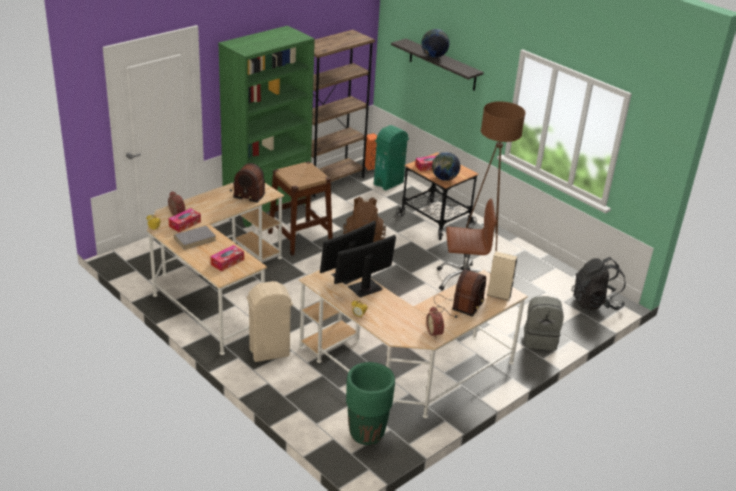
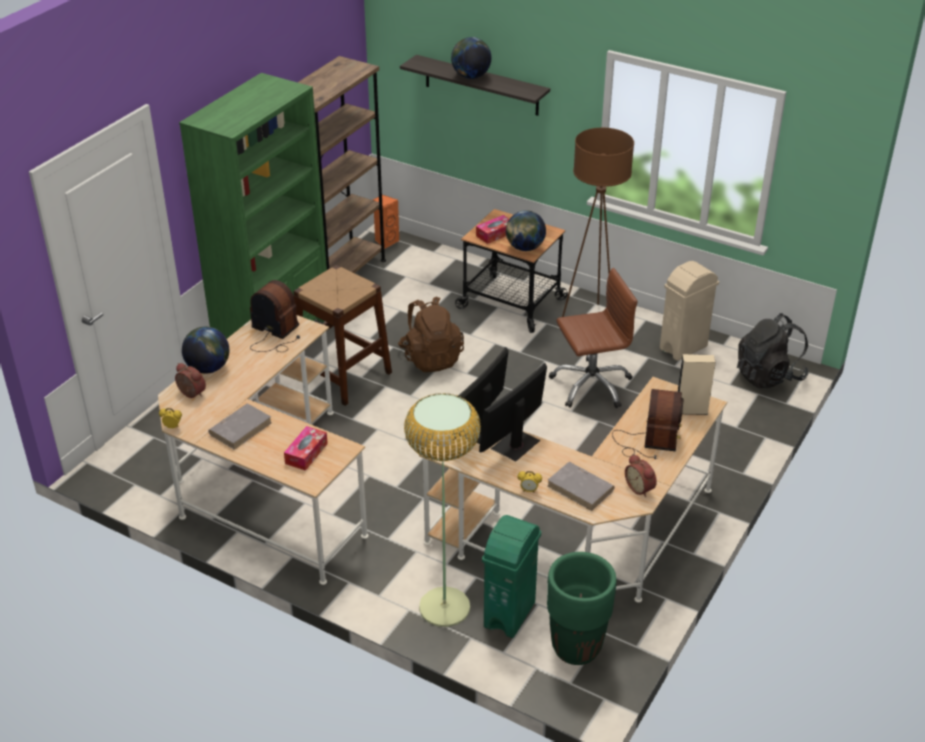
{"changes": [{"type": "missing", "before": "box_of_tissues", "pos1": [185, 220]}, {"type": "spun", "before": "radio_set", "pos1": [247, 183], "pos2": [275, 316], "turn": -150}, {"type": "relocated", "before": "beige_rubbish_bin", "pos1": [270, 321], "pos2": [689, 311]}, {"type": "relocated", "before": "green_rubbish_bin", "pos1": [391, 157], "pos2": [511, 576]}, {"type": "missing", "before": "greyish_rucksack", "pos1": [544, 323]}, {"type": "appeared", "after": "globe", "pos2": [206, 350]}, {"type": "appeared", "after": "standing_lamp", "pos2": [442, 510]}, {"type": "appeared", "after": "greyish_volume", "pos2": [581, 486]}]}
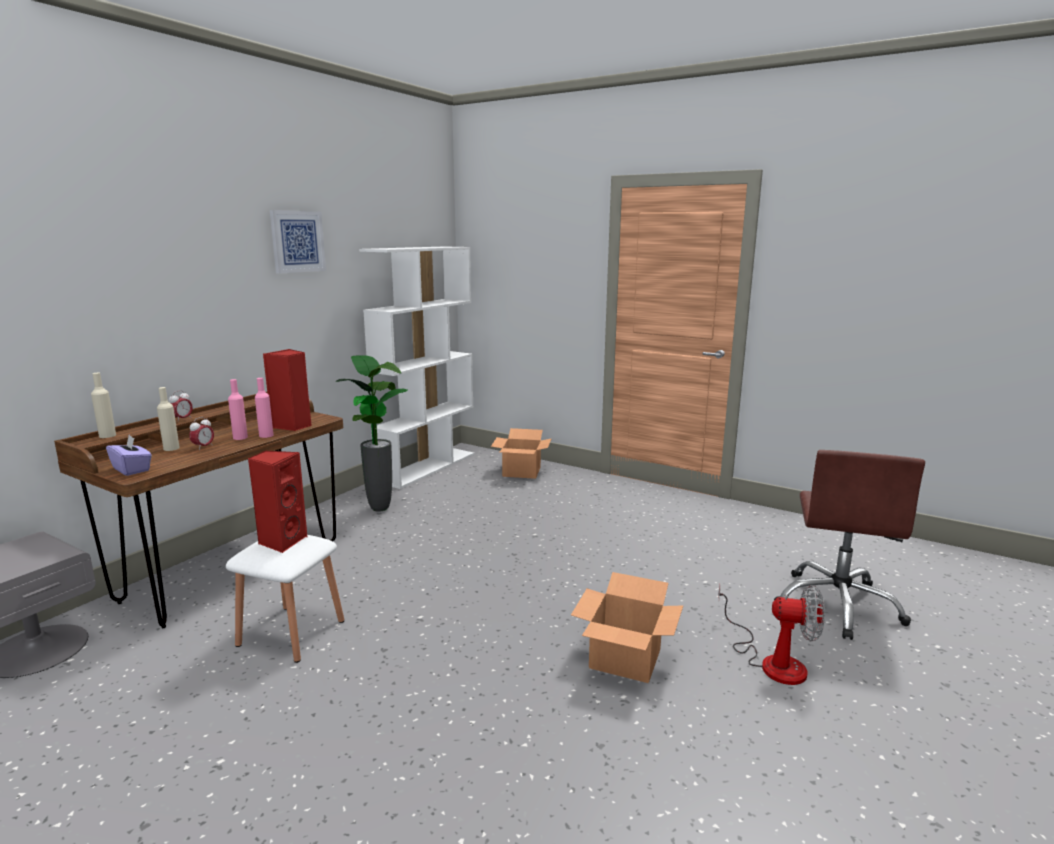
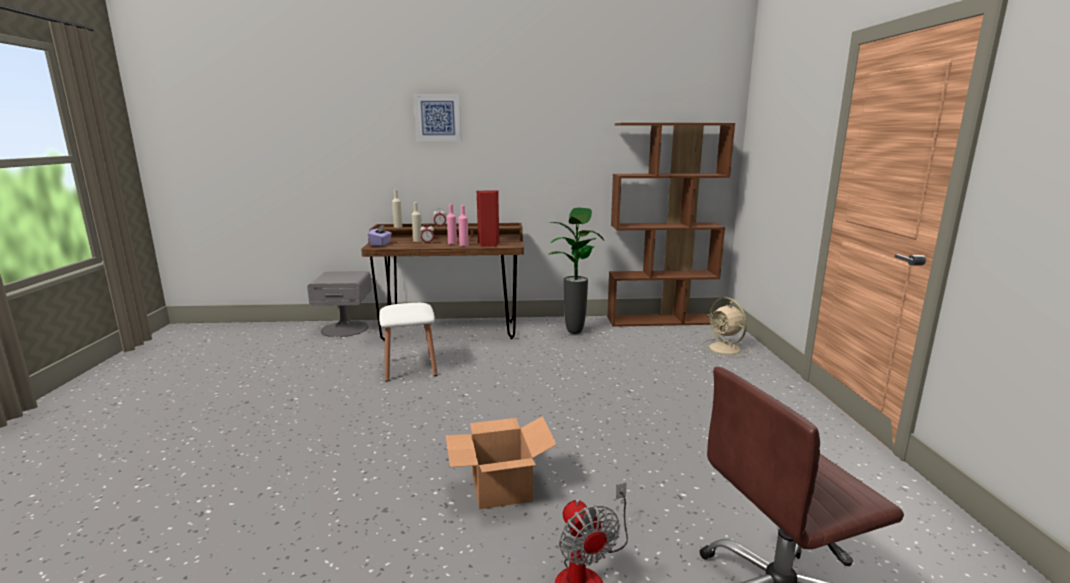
{"changes": [{"type": "missing", "before": "red_audio_speaker", "pos1": [278, 502]}, {"type": "relocated", "before": "wall_art", "pos1": [298, 242], "pos2": [437, 117]}, {"type": "colour", "before": "white_bookcase", "after": "brown_bookcase", "pos1": [416, 367], "pos2": [671, 225]}, {"type": "exchanged", "before": "packing_box", "after": "beige_electric_fan", "pos1": [521, 453], "pos2": [726, 328]}]}
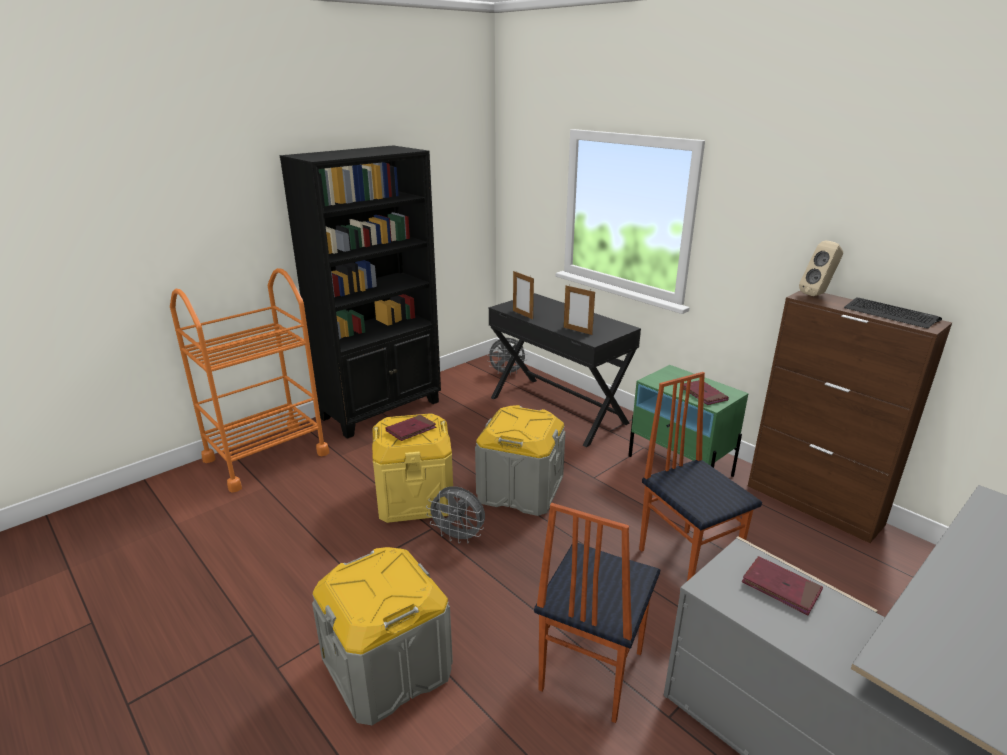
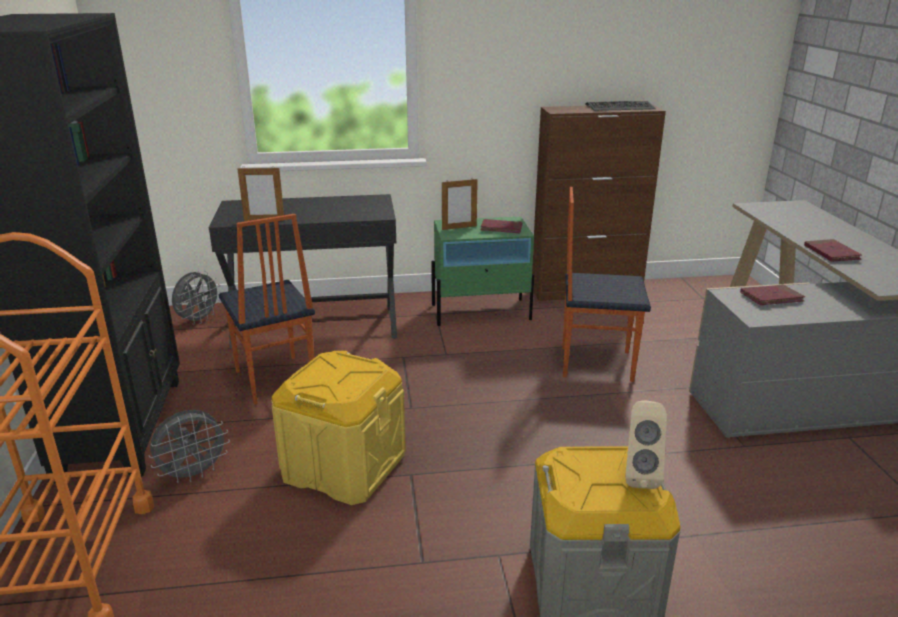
{"changes": [{"type": "relocated", "before": "red_volume", "pos1": [411, 428], "pos2": [833, 250]}, {"type": "relocated", "before": "greyish_electric_fan", "pos1": [455, 515], "pos2": [189, 446]}, {"type": "missing", "before": "greyish_storage_container", "pos1": [520, 460]}, {"type": "relocated", "before": "upright_chair", "pos1": [597, 613], "pos2": [267, 309]}, {"type": "relocated", "before": "photo_frame", "pos1": [579, 310], "pos2": [460, 204]}, {"type": "relocated", "before": "beige_audio_speaker", "pos1": [821, 268], "pos2": [646, 444]}]}
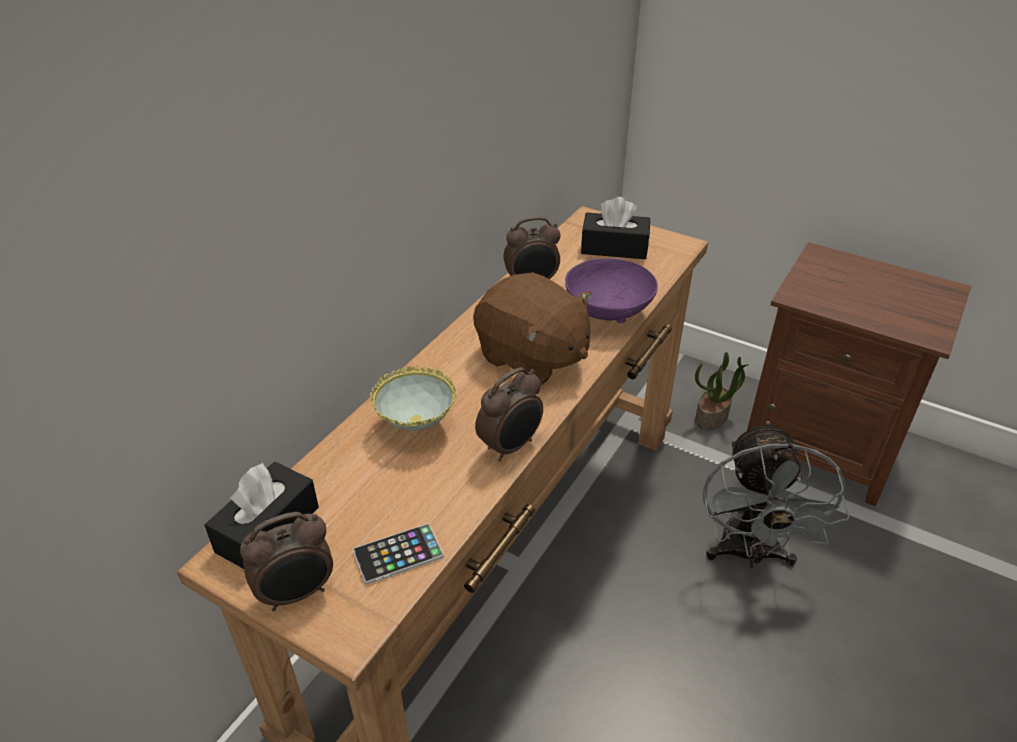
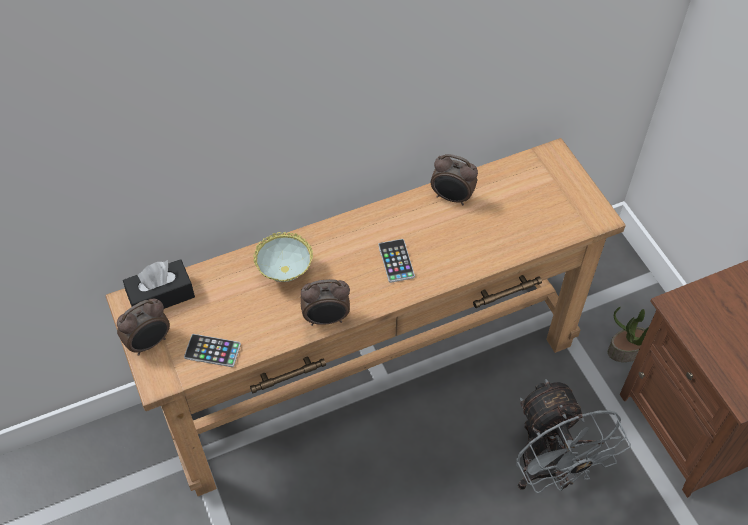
{"changes": [{"type": "spun", "before": "table_clock", "pos1": [286, 561], "pos2": [143, 327], "turn": -45}, {"type": "exchanged", "before": "brown_soft_toy", "after": "phone", "pos1": [532, 329], "pos2": [396, 261]}, {"type": "missing", "before": "purple_bowl", "pos1": [611, 290]}, {"type": "missing", "before": "black-coloured_box_of_tissues", "pos1": [615, 228]}, {"type": "spun", "before": "greyish_electric_fan", "pos1": [776, 494], "pos2": [573, 436], "turn": -60}]}
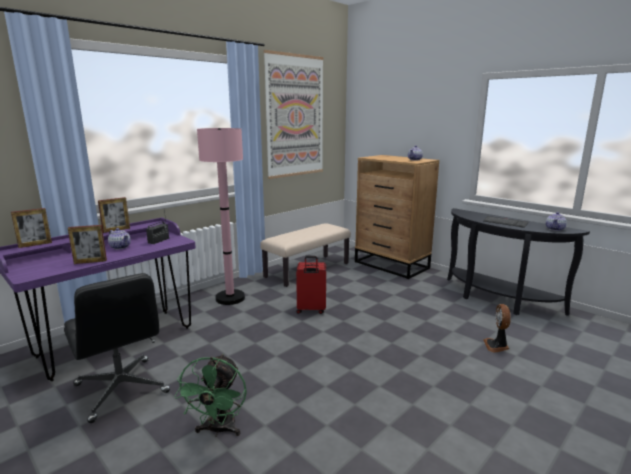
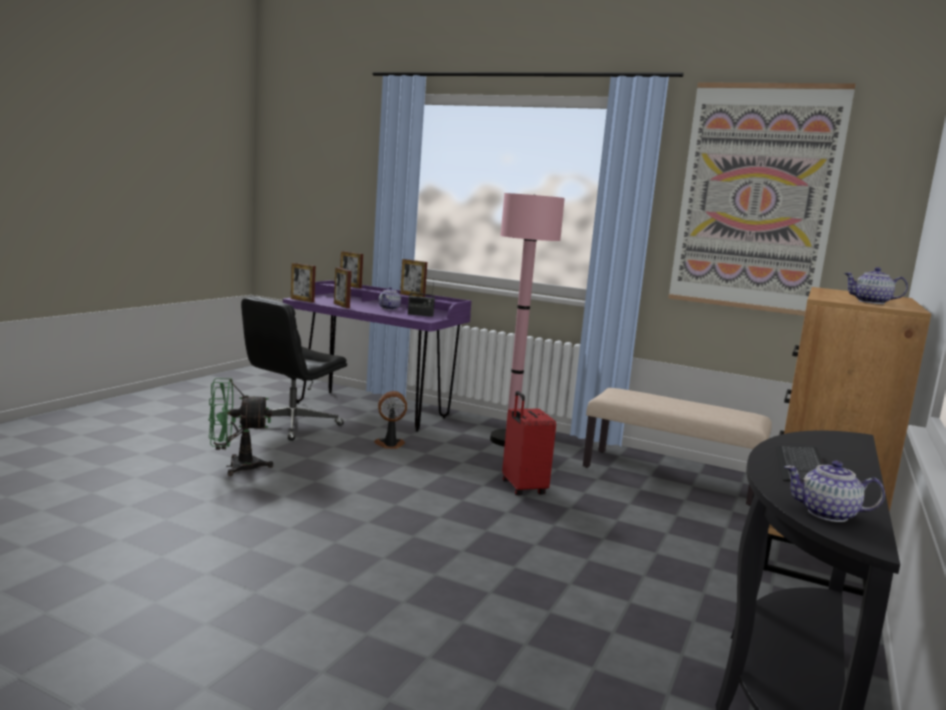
{"changes": [{"type": "relocated", "before": "electric_fan", "pos1": [497, 328], "pos2": [390, 420]}, {"type": "appeared", "after": "photo_frame", "pos2": [303, 283]}]}
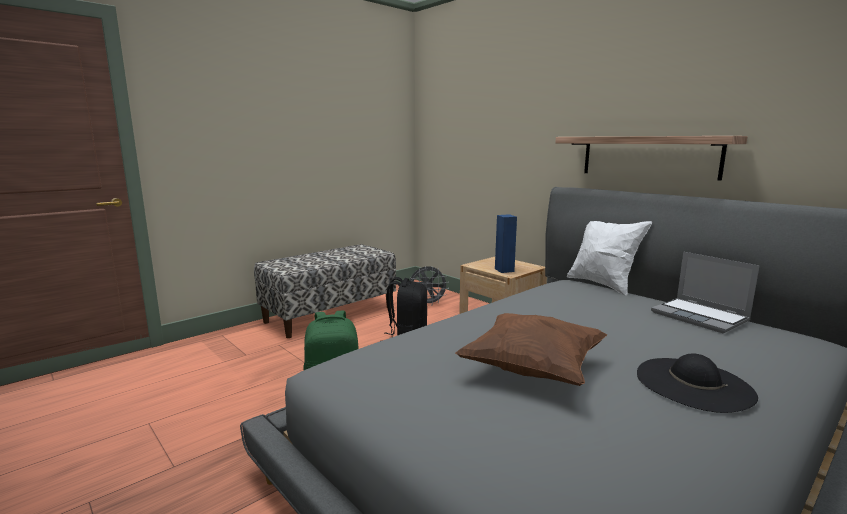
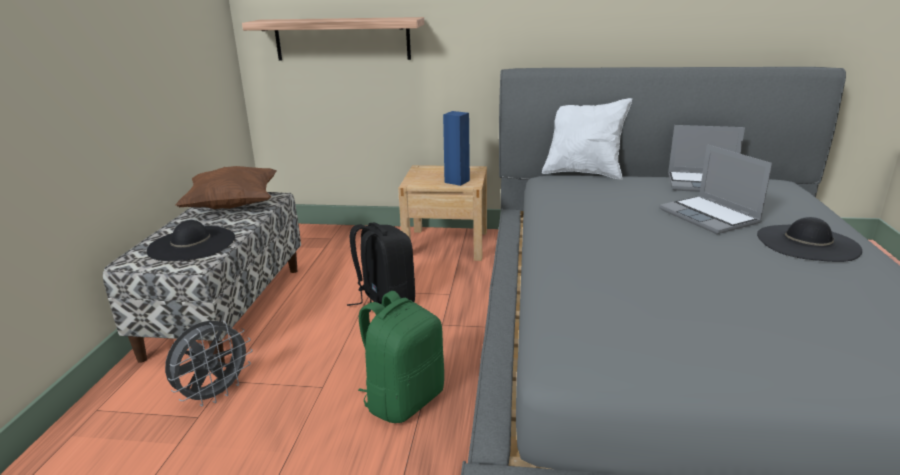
{"changes": [{"type": "relocated", "before": "greyish_electric_fan", "pos1": [429, 284], "pos2": [209, 363]}, {"type": "relocated", "before": "brown_cushion", "pos1": [531, 349], "pos2": [226, 187]}, {"type": "relocated", "before": "shelf", "pos1": [651, 158], "pos2": [333, 39]}, {"type": "appeared", "after": "black-coloured_clothing_hat", "pos2": [191, 240]}, {"type": "appeared", "after": "notebook_computer", "pos2": [715, 189]}]}
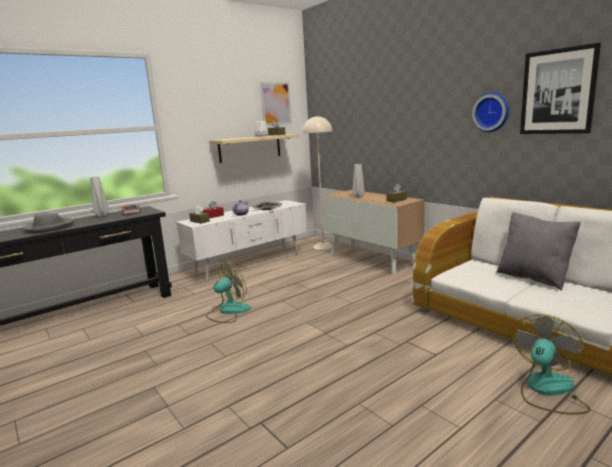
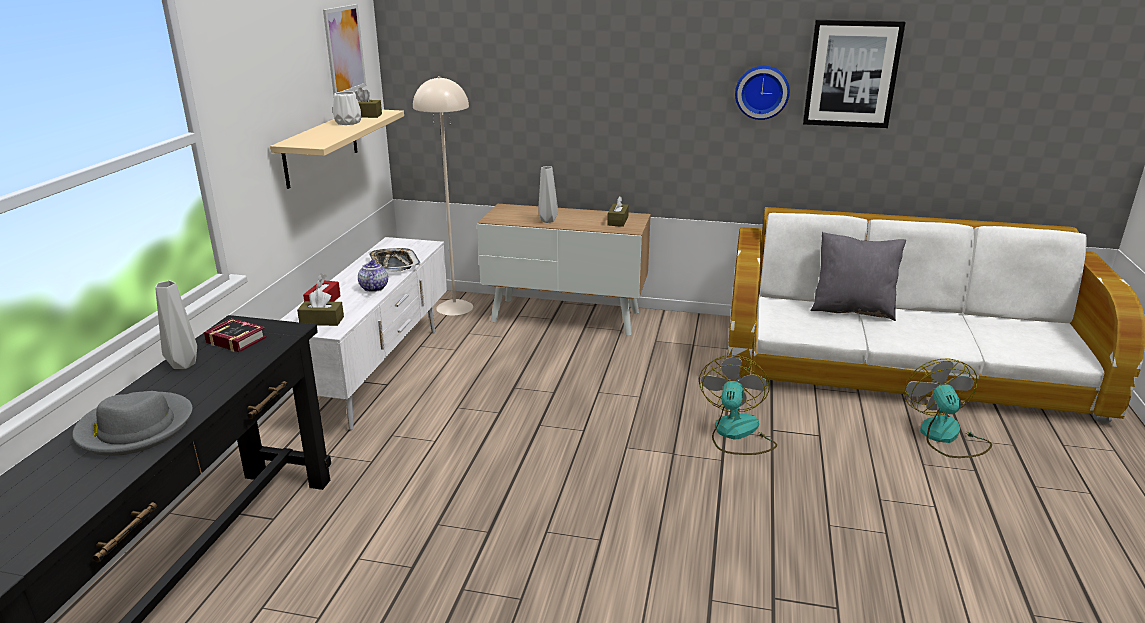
{"changes": [{"type": "relocated", "before": "electric_fan", "pos1": [228, 292], "pos2": [738, 405]}]}
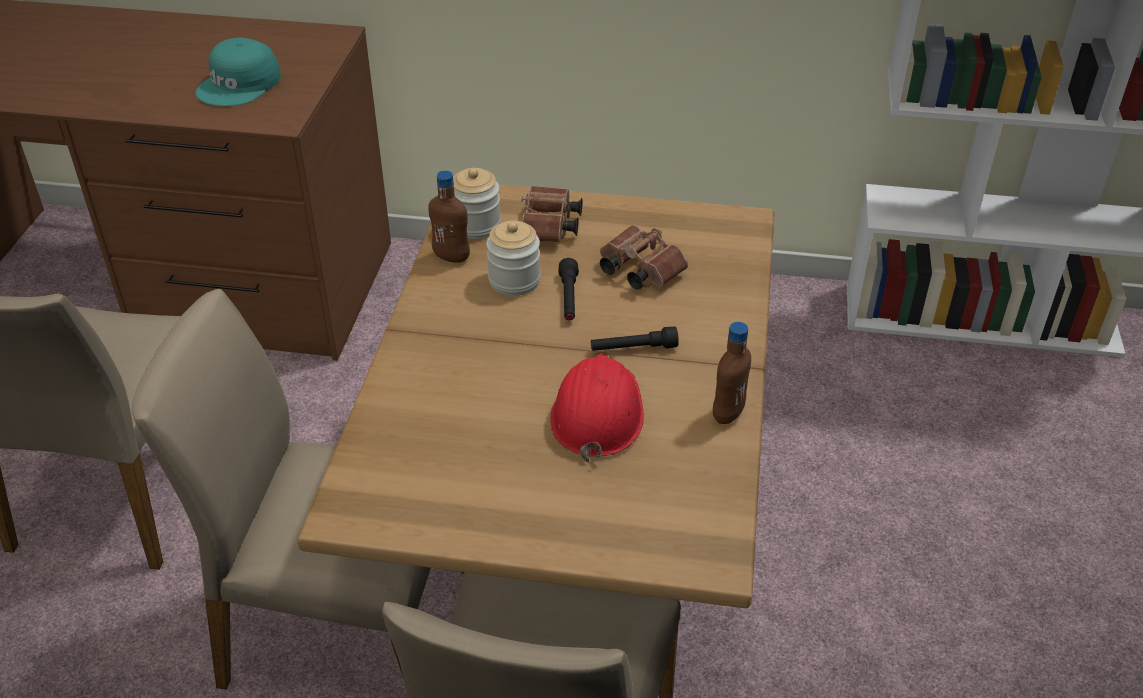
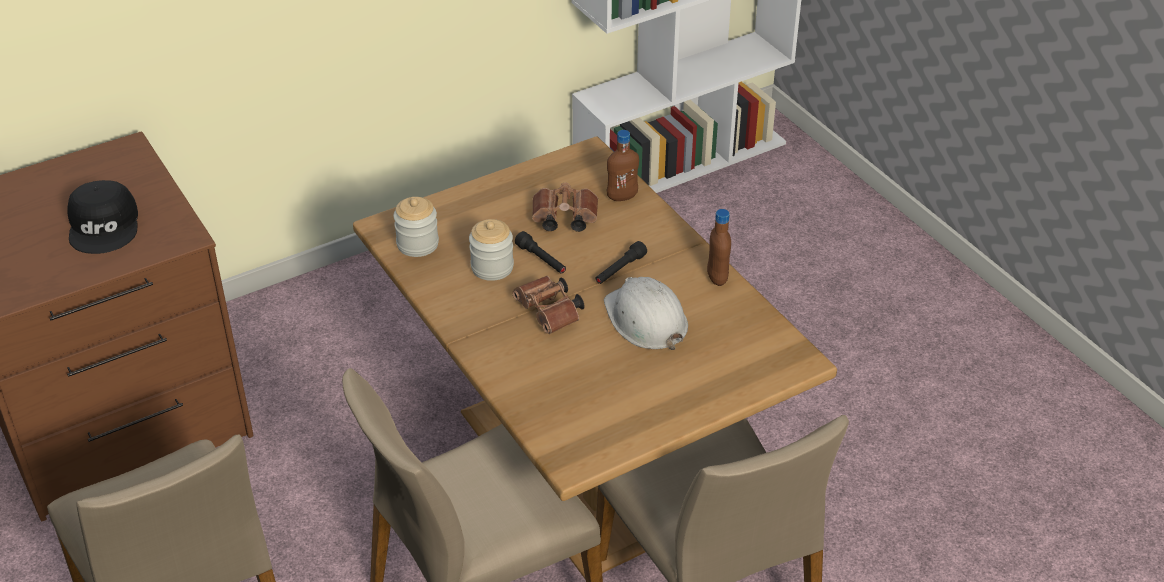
{"changes": [{"type": "colour", "before": "blue-green_cap", "after": "black-coloured_cap", "pos1": [238, 71], "pos2": [103, 217]}, {"type": "relocated", "before": "brown_beverage_bottle", "pos1": [449, 216], "pos2": [623, 165]}, {"type": "relocated", "before": "brown_binoculars", "pos1": [551, 214], "pos2": [548, 305]}, {"type": "colour", "before": "red_safety_helmet", "after": "white_safety_helmet", "pos1": [597, 408], "pos2": [646, 313]}]}
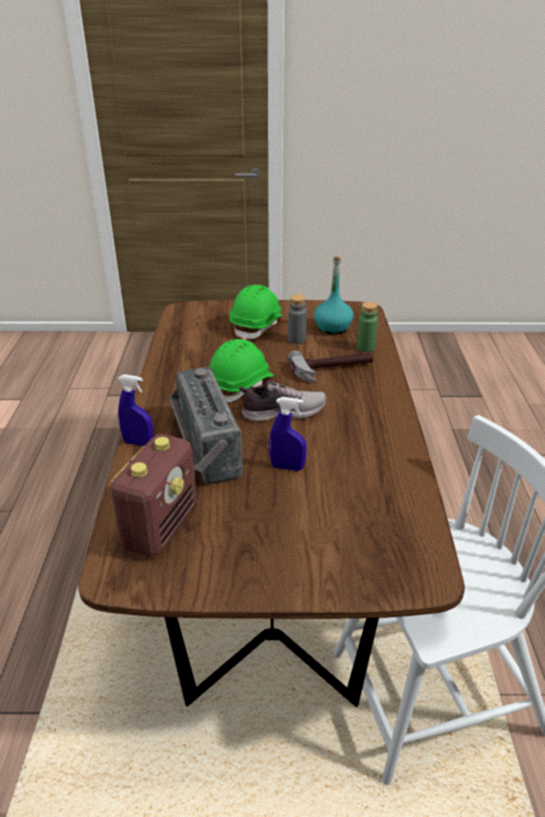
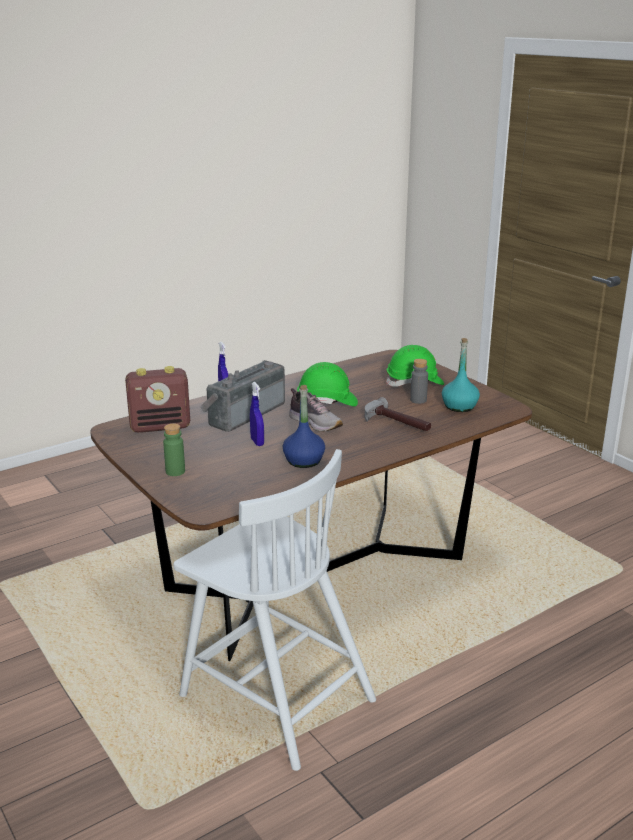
{"changes": [{"type": "relocated", "before": "green_beverage_bottle", "pos1": [367, 327], "pos2": [174, 450]}, {"type": "appeared", "after": "blue-coloured_beverage_bottle", "pos2": [304, 426]}]}
